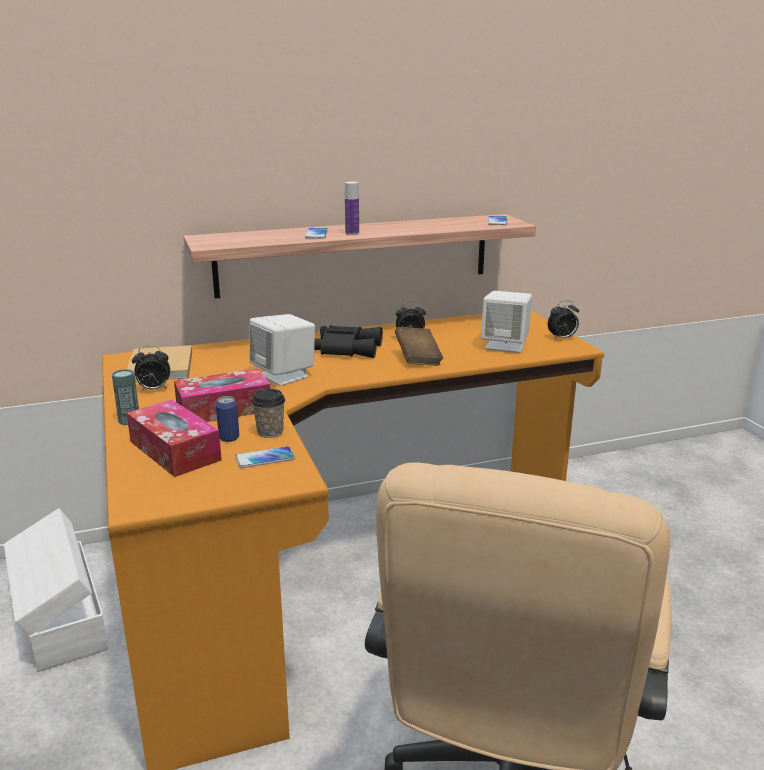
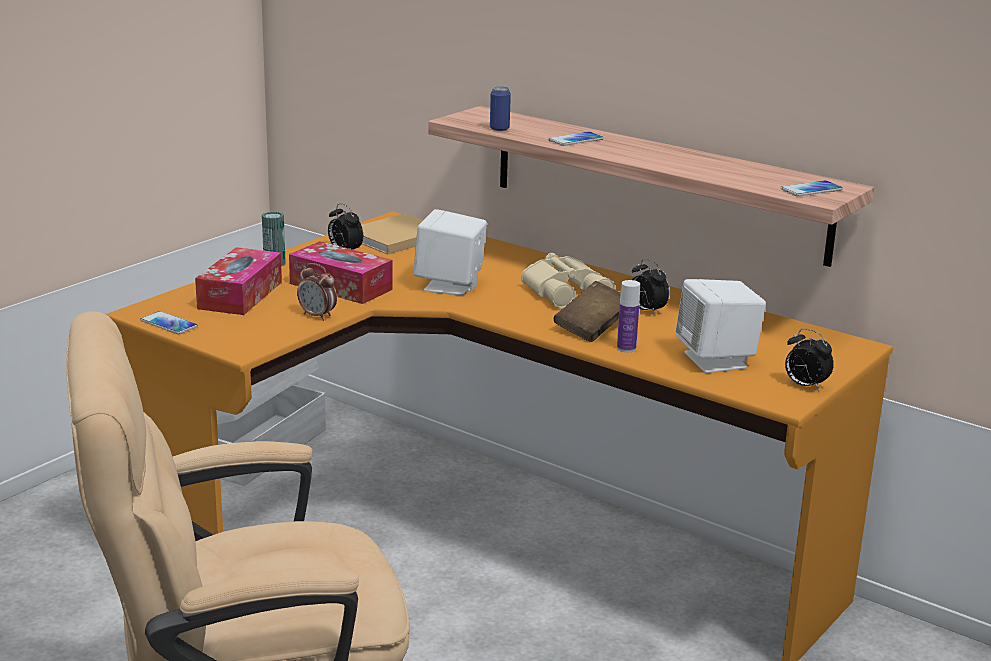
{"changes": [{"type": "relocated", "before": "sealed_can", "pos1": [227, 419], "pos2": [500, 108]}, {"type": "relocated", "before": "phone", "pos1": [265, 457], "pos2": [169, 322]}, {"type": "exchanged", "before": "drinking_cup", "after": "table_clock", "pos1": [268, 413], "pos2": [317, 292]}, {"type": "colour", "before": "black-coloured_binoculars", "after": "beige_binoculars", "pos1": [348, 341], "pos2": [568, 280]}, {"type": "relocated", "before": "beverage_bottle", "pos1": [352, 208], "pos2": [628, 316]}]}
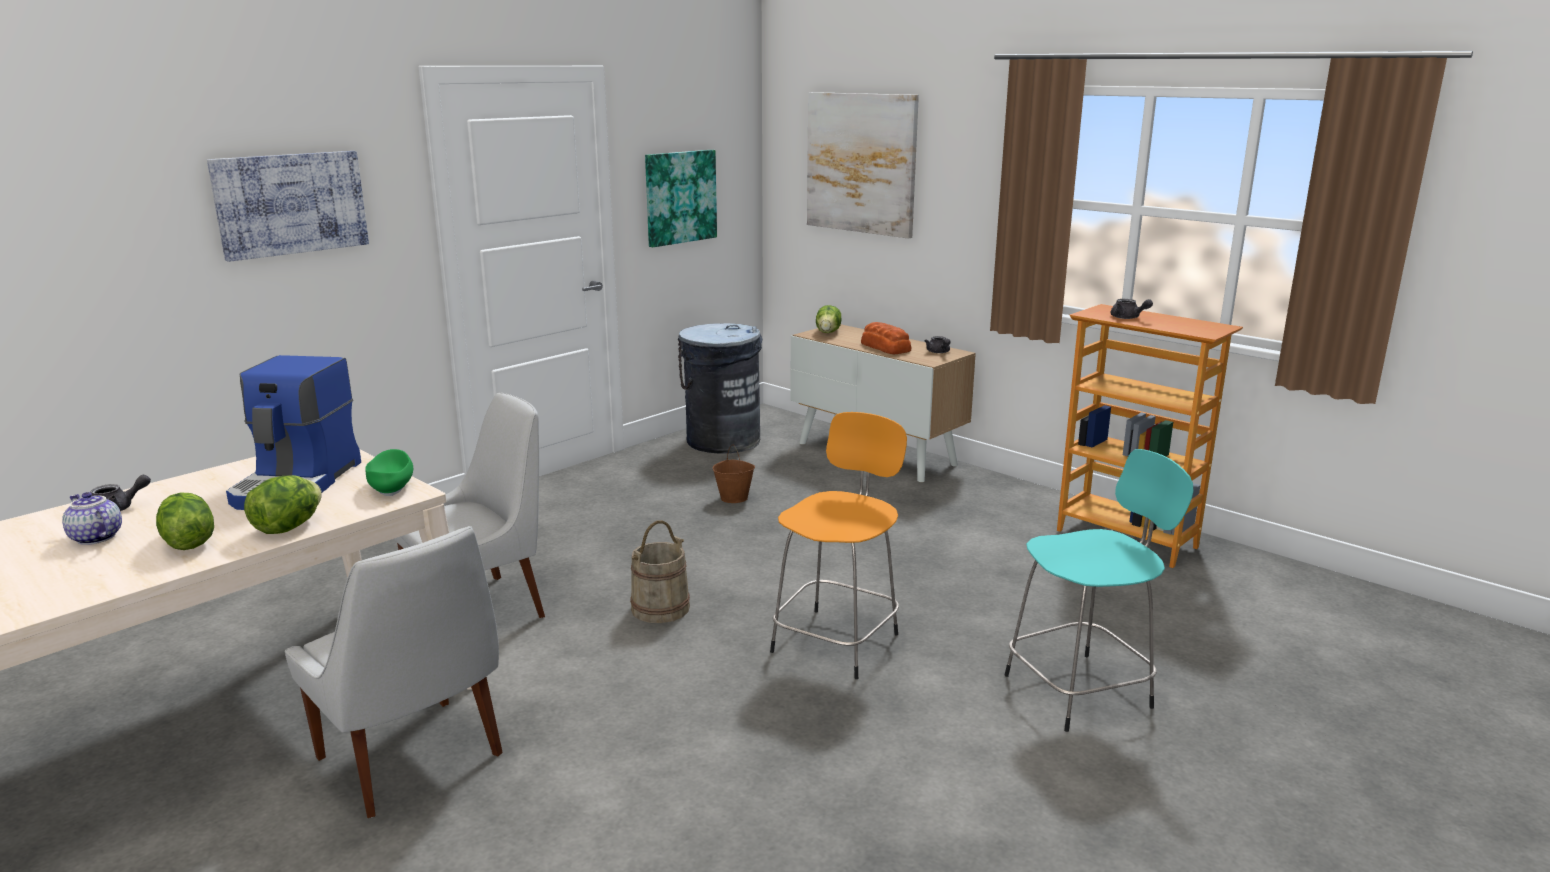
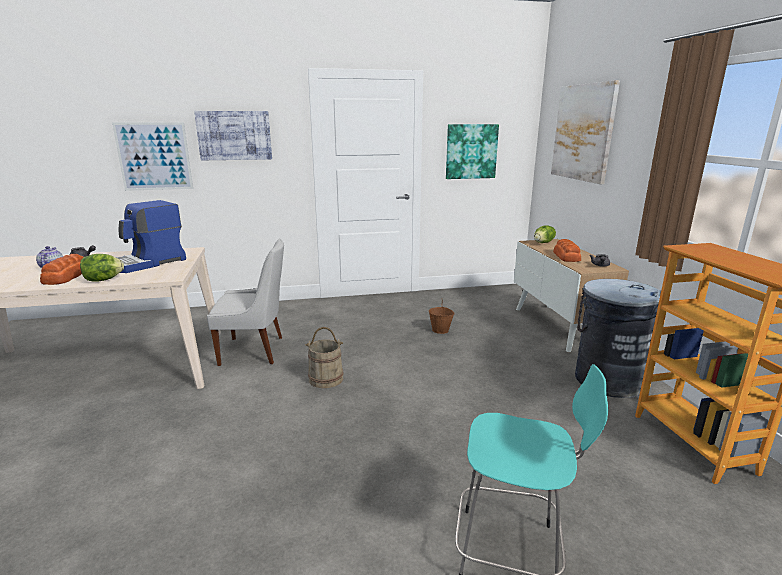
{"changes": [{"type": "exchanged", "before": "head_of_lettuce", "after": "bread", "pos1": [185, 521], "pos2": [61, 269]}, {"type": "missing", "before": "white_upright_chair", "pos1": [394, 672]}, {"type": "missing", "before": "green_bowl", "pos1": [389, 472]}, {"type": "relocated", "before": "greyish_rubbish_bin", "pos1": [720, 388], "pos2": [618, 338]}, {"type": "missing", "before": "orangey_stool_seat", "pos1": [838, 545]}, {"type": "missing", "before": "greyish_pot_for_tea", "pos1": [1132, 309]}, {"type": "appeared", "after": "wall_art", "pos2": [152, 156]}]}
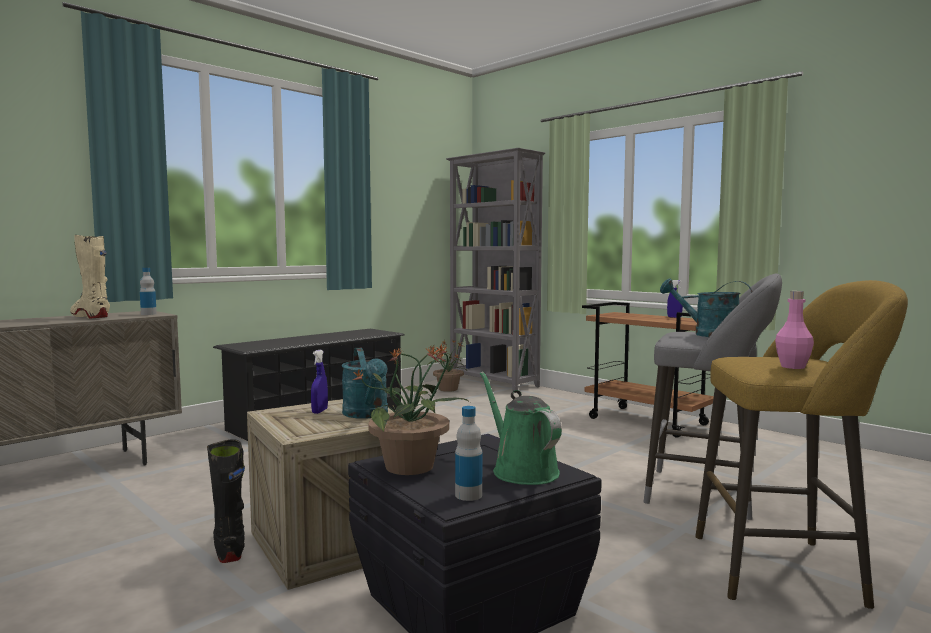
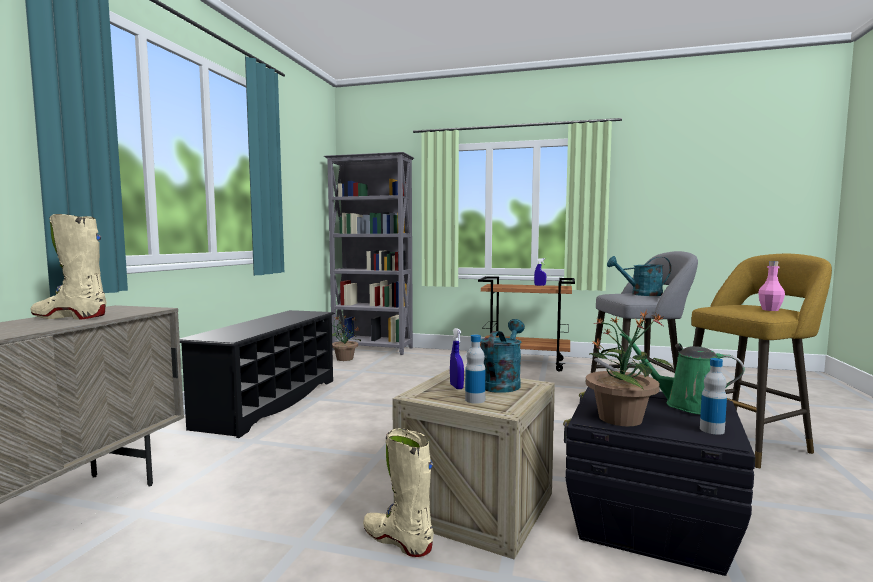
{"changes": [{"type": "relocated", "before": "beverage_bottle", "pos1": [148, 291], "pos2": [475, 369]}, {"type": "colour", "before": "black-coloured_boot", "after": "beige_boot", "pos1": [226, 501], "pos2": [398, 492]}, {"type": "spun", "before": "blue-green_watering_pot", "pos1": [364, 383], "pos2": [503, 356], "turn": -105}]}
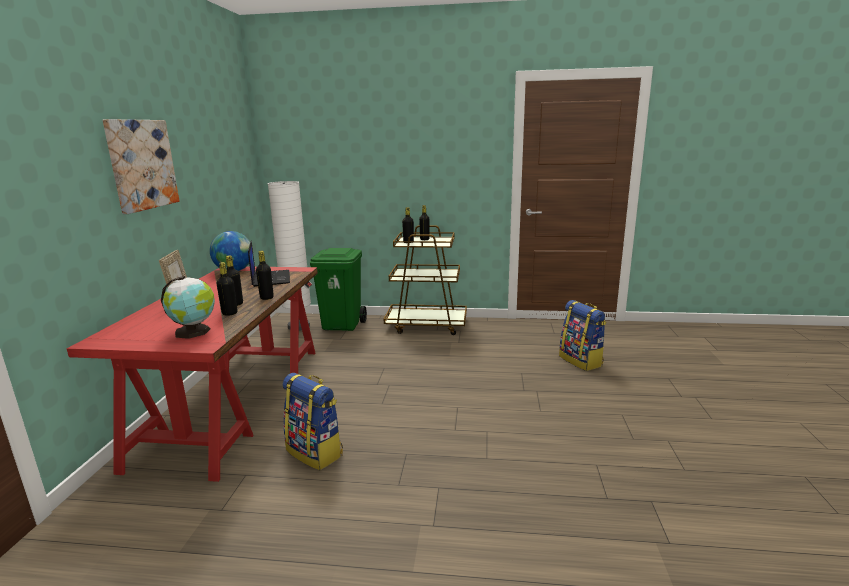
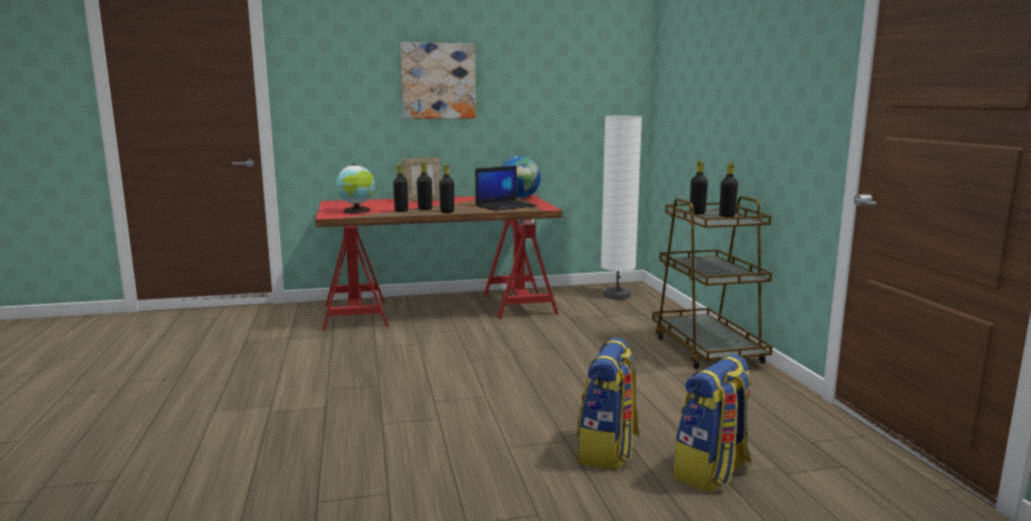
{"changes": [{"type": "relocated", "before": "rucksack", "pos1": [312, 421], "pos2": [607, 404]}, {"type": "missing", "before": "green_rubbish_bin", "pos1": [338, 289]}]}
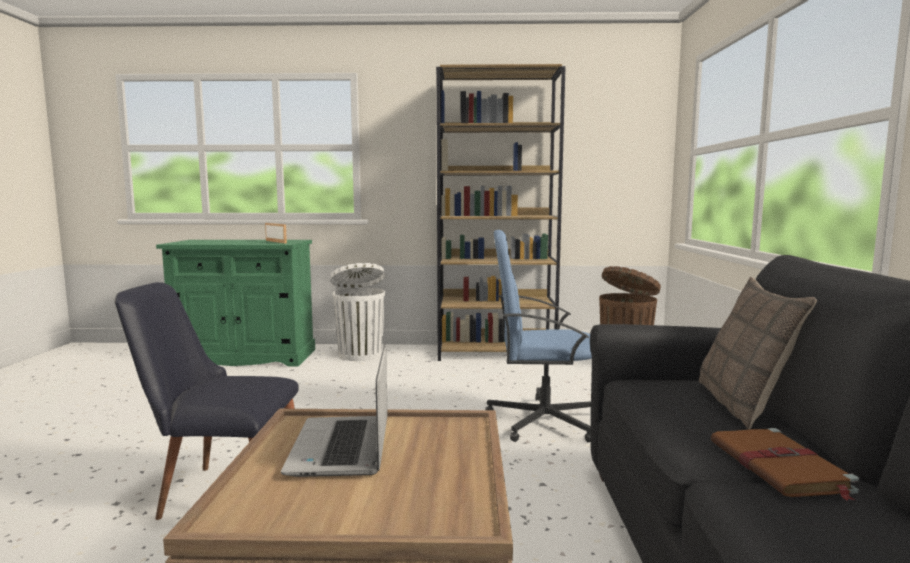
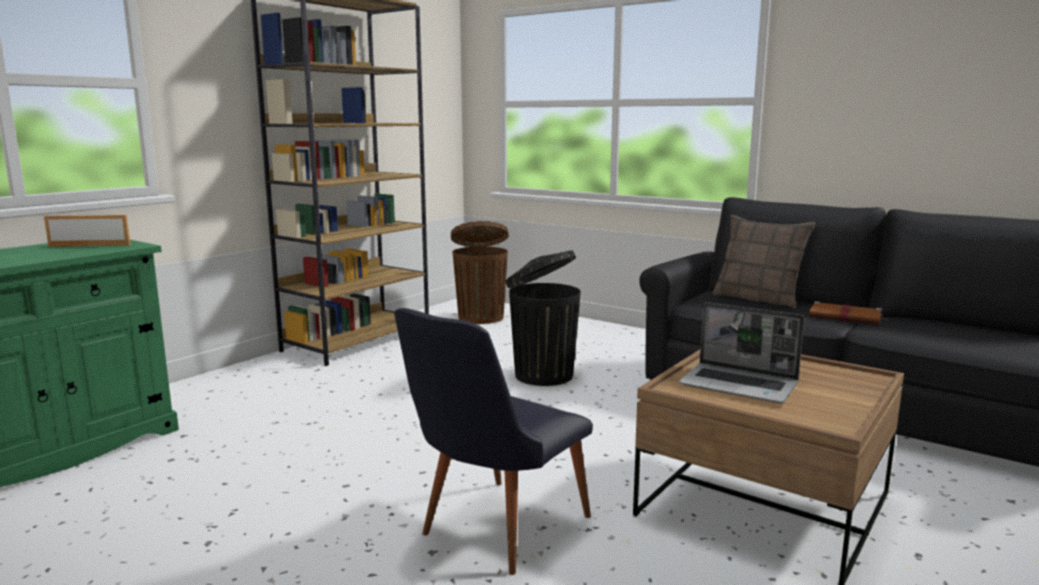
{"changes": [{"type": "missing", "before": "white_rubbish_bin", "pos1": [357, 312]}, {"type": "exchanged", "before": "blue-coloured_desk_chair", "after": "black-coloured_rubbish_bin", "pos1": [538, 336], "pos2": [543, 318]}]}
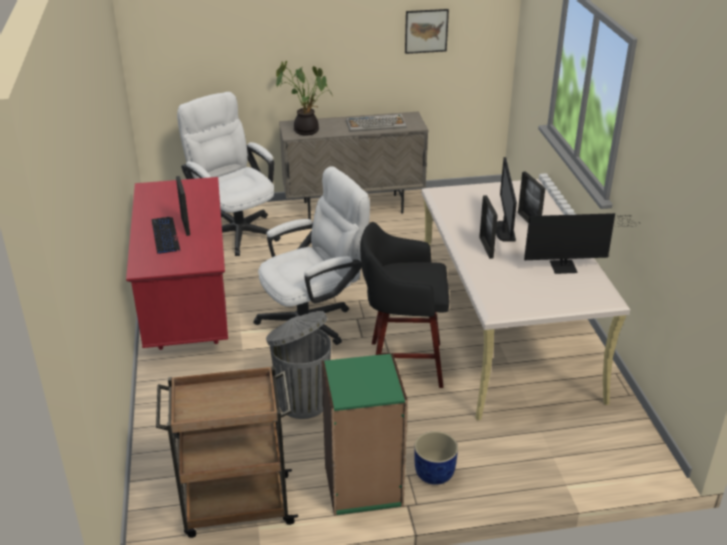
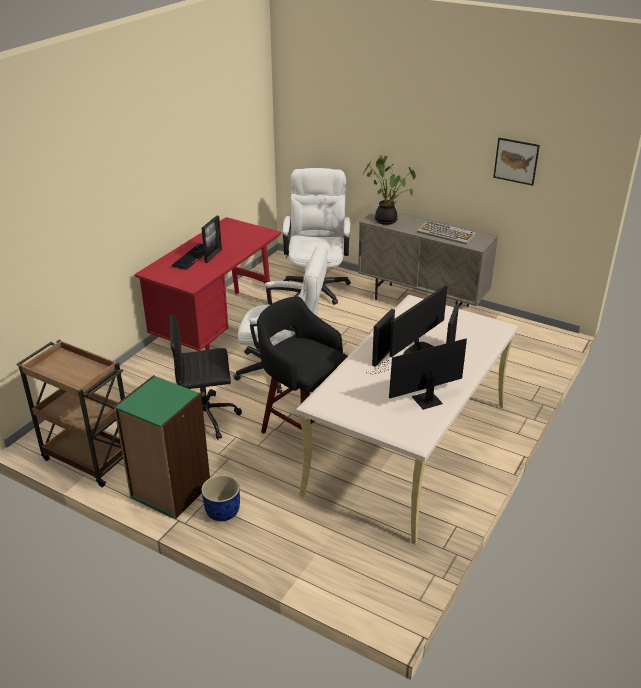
{"changes": [{"type": "exchanged", "before": "greyish_rubbish_bin", "after": "black-coloured_desk_chair", "pos1": [299, 365], "pos2": [206, 377]}, {"type": "spun", "before": "monitor", "pos1": [583, 243], "pos2": [416, 374], "turn": 120}]}
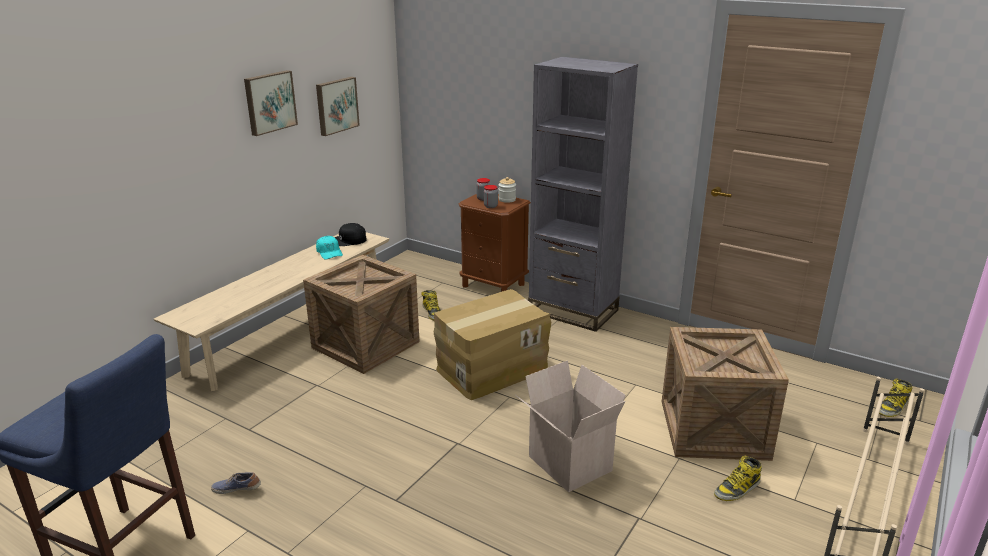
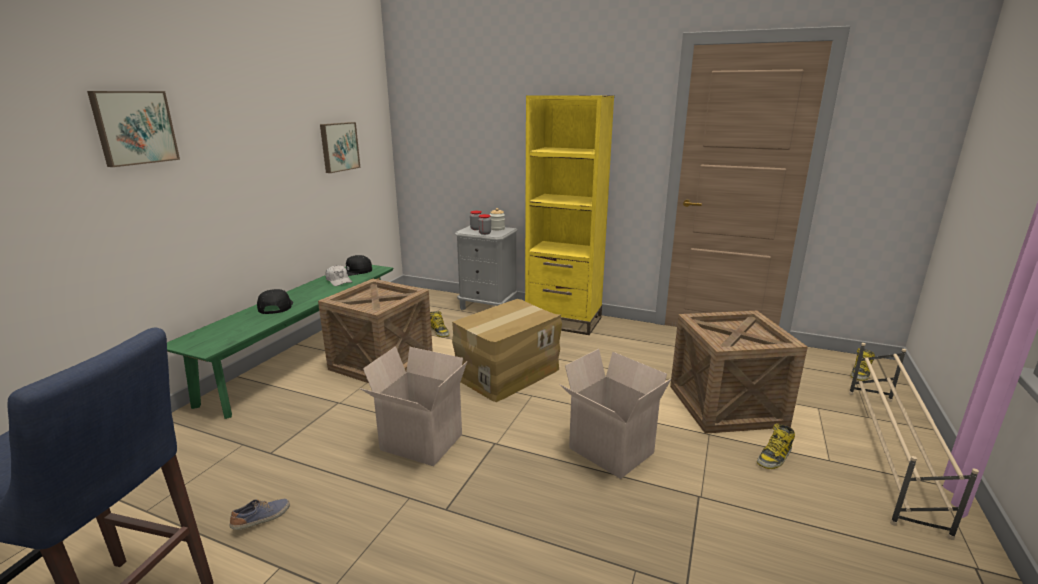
{"changes": [{"type": "colour", "before": "beige_long_seat", "after": "green_long_seat", "pos1": [271, 311], "pos2": [280, 342]}, {"type": "spun", "before": "shoe", "pos1": [236, 483], "pos2": [260, 514], "turn": 135}, {"type": "relocated", "before": "wall_art", "pos1": [271, 103], "pos2": [133, 129]}, {"type": "colour", "before": "blue-green_cap", "after": "white_cap", "pos1": [329, 248], "pos2": [339, 275]}, {"type": "colour", "before": "brown_nightstand", "after": "greyish_nightstand", "pos1": [494, 243], "pos2": [486, 268]}, {"type": "colour", "before": "greyish_bookcase", "after": "yellow-coloured_bookcase", "pos1": [583, 194], "pos2": [569, 215]}, {"type": "appeared", "after": "black-coloured_cap", "pos2": [275, 301]}, {"type": "appeared", "after": "packing_box", "pos2": [413, 406]}]}
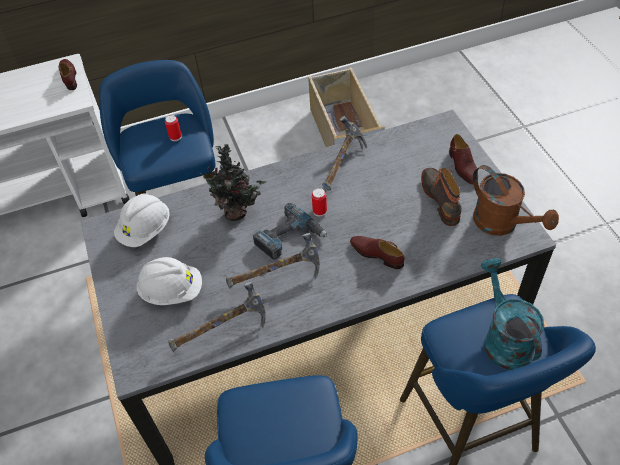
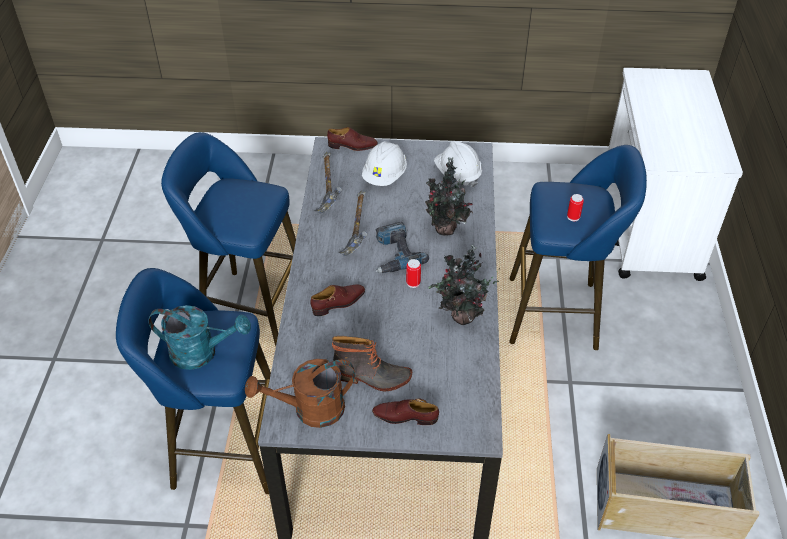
{"changes": [{"type": "relocated", "before": "brown_shoe", "pos1": [67, 74], "pos2": [352, 139]}, {"type": "exchanged", "before": "hammer", "after": "houseplant", "pos1": [344, 153], "pos2": [463, 285]}]}
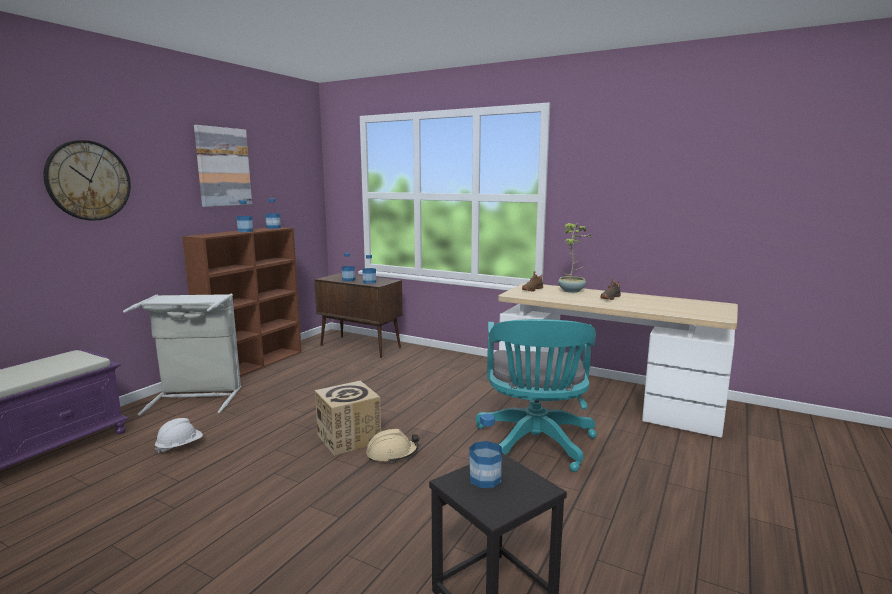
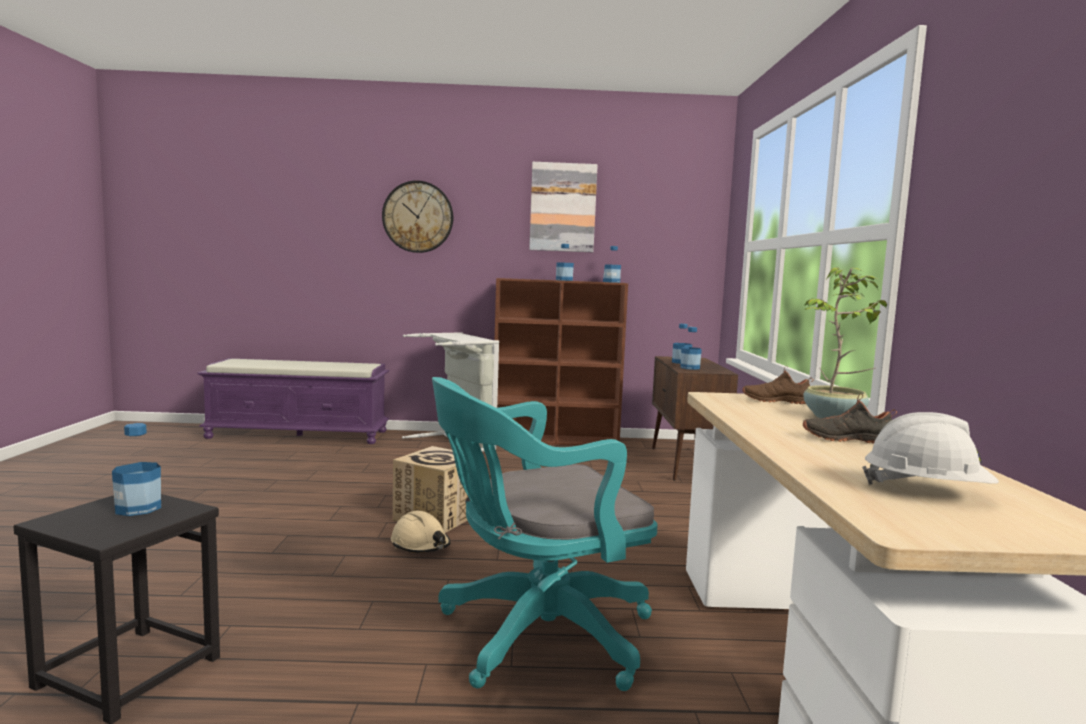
{"changes": [{"type": "relocated", "before": "white_safety_helmet", "pos1": [179, 436], "pos2": [930, 448]}]}
